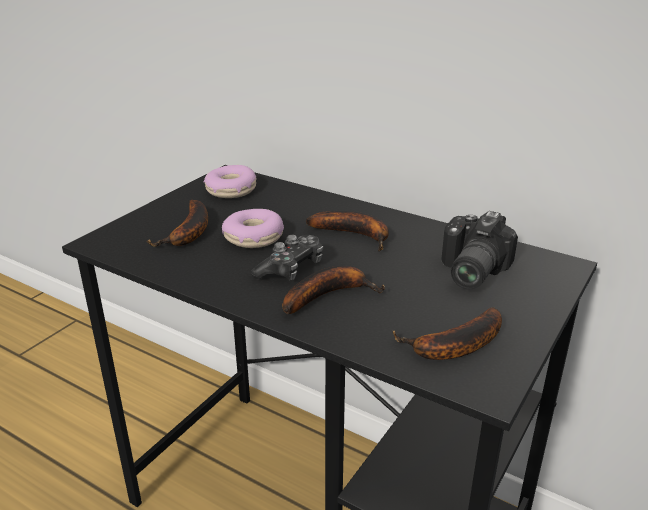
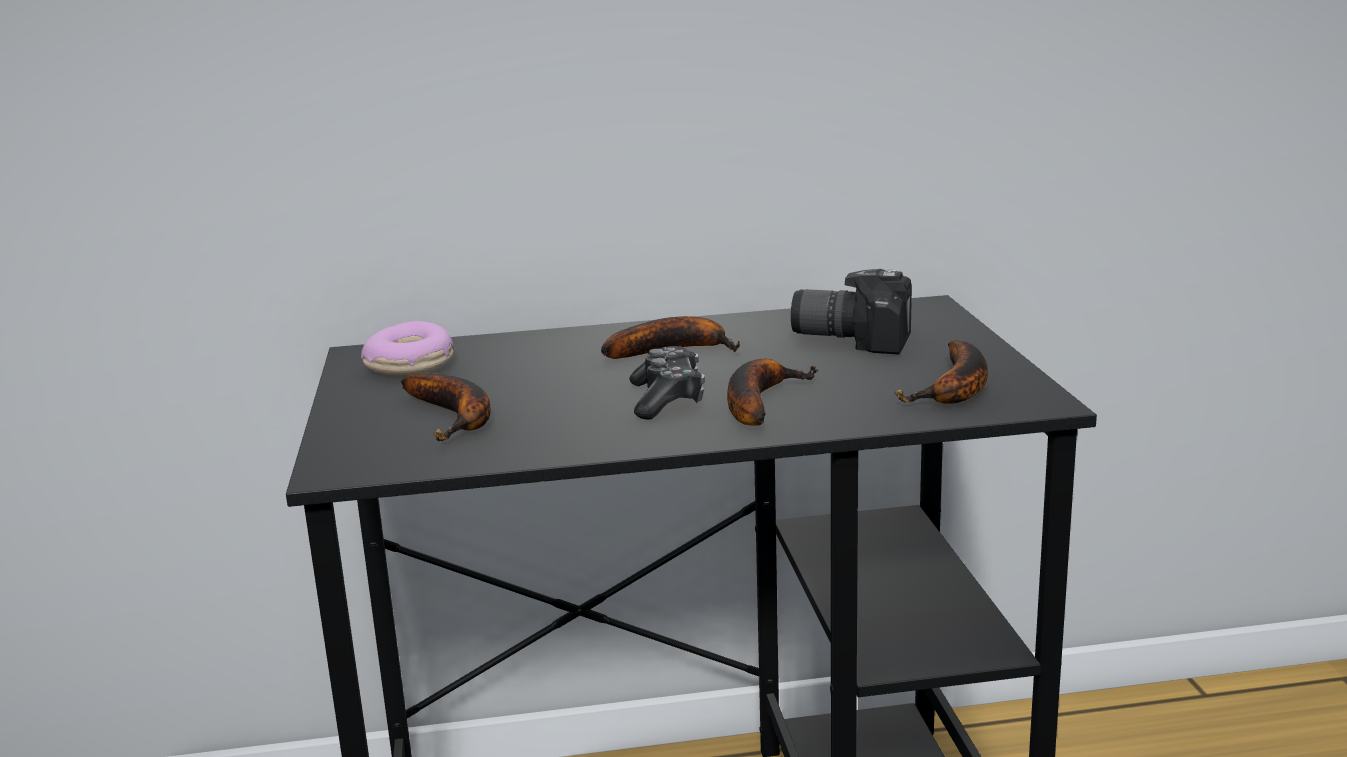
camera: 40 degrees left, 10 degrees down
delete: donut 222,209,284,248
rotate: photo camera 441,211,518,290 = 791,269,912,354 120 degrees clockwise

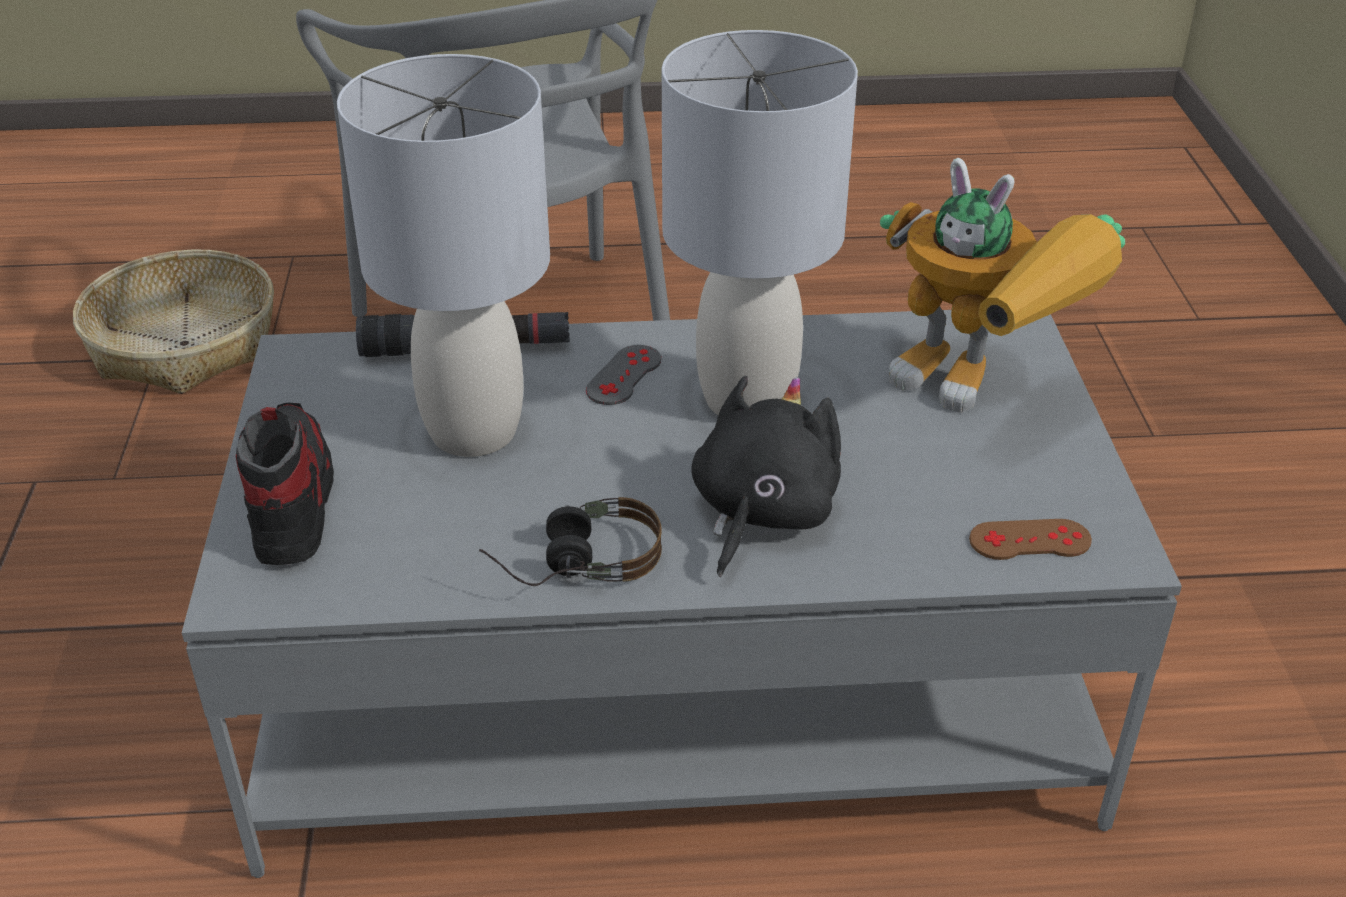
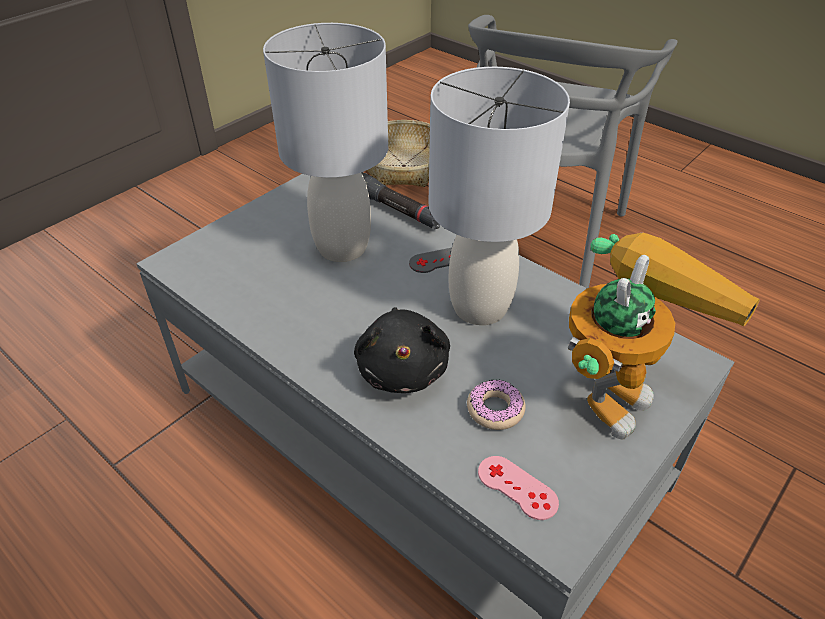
camera: 45 degrees right, 5 degrees up
delete: shoe 236,403,334,565; headphones 479,497,662,586
insert: donut 467,379,526,430
recolor: brown game controller 969,519,1092,560 to pink game controller 478,456,559,520
rotate: black plush toy 691,376,841,577 = 354,307,450,393 105 degrees clockwise; toy robot 880,158,1125,413 = 568,233,760,440 135 degrees counterclockwise

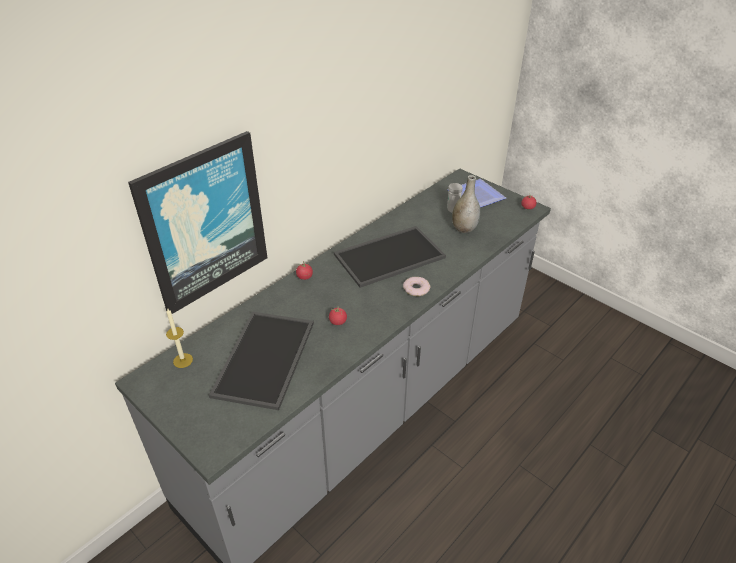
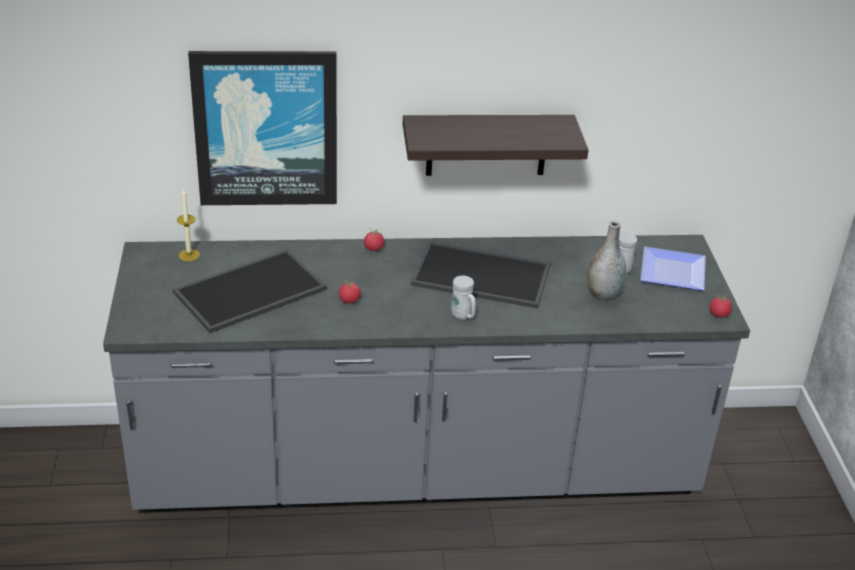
camera: 40 degrees right, 5 degrees down
insert: shelf 403,115,589,176
replace: donut 403,277,430,296 to white mug 451,275,476,320

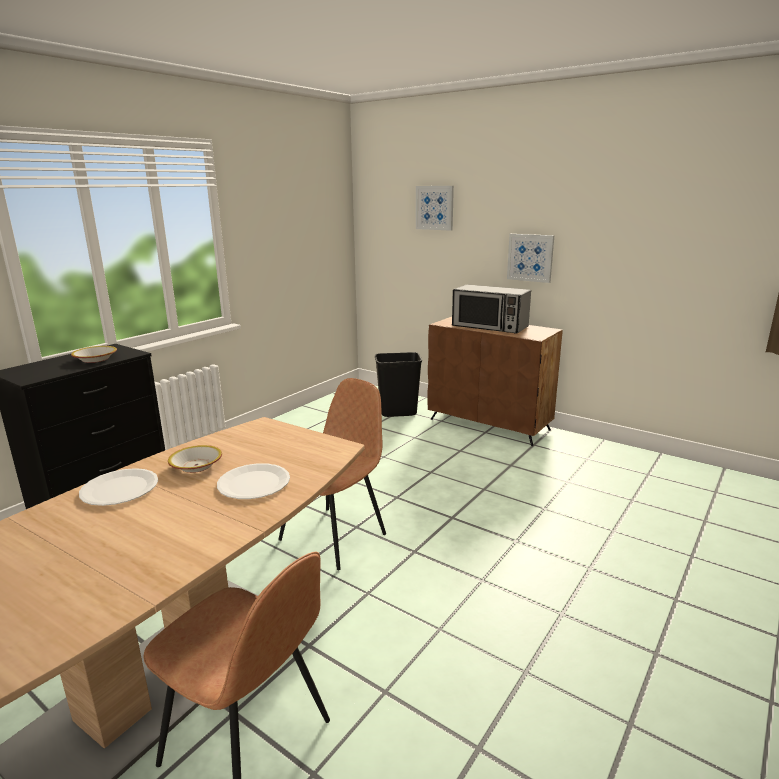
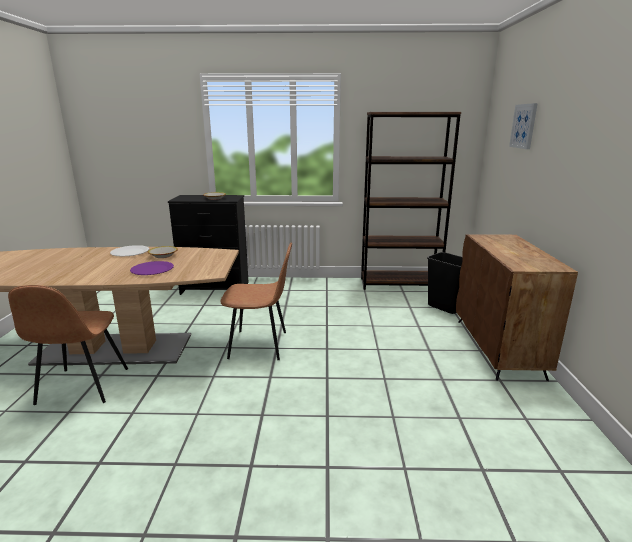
camera: 55 degrees right, 0 degrees up
delete: microwave 452,285,531,334; picture 507,234,554,283
insert: brown bookcase 361,112,461,290
recolor: white plate 217,463,290,499 to purple plate 130,261,174,275

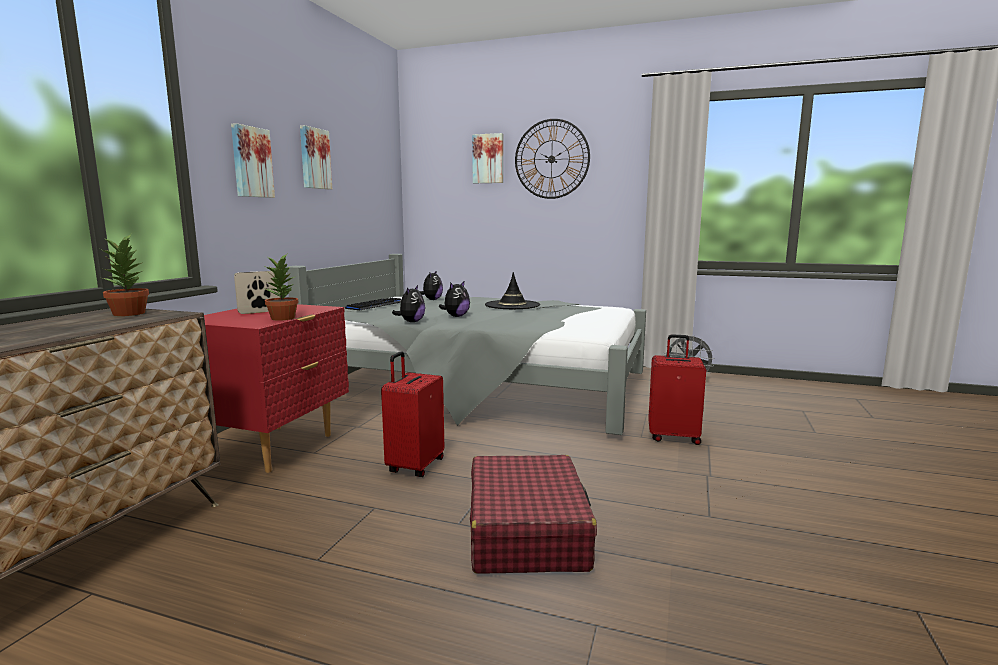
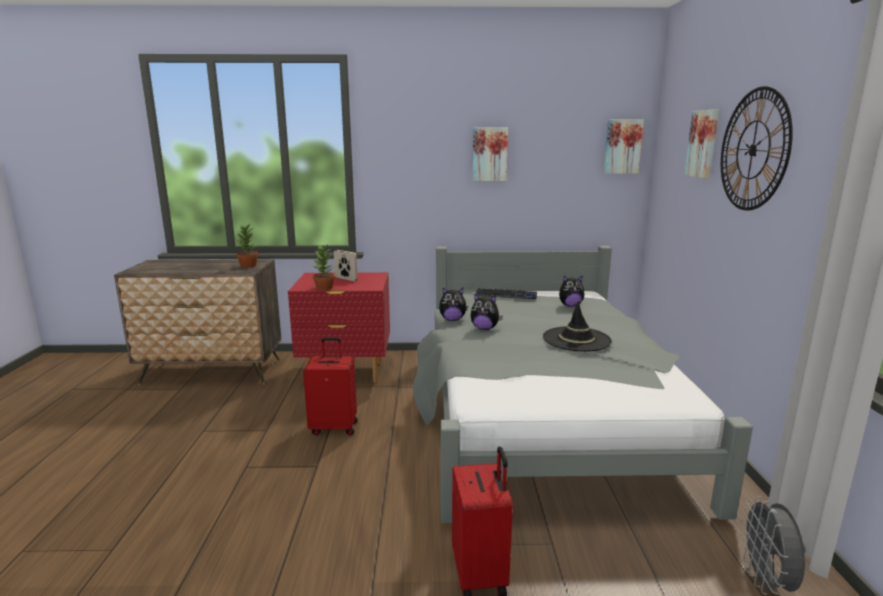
camera: 70 degrees right, 5 degrees up
delete: red suitcase 470,455,597,574
move: picture 231,123,275,198 to 603,120,644,174

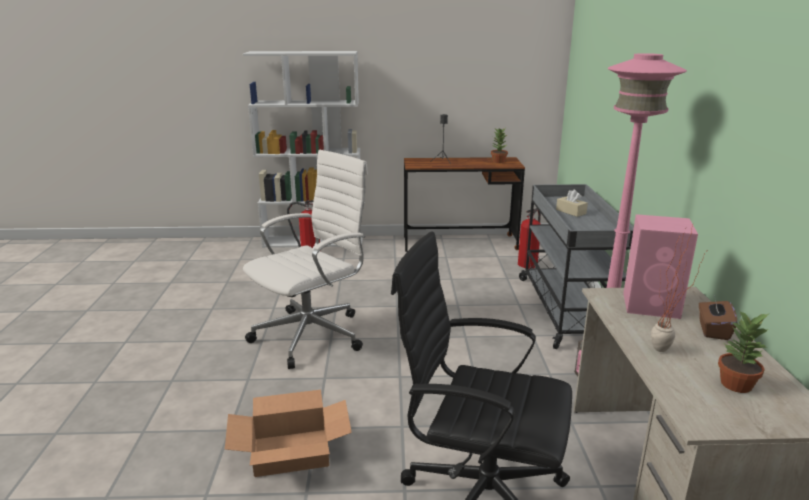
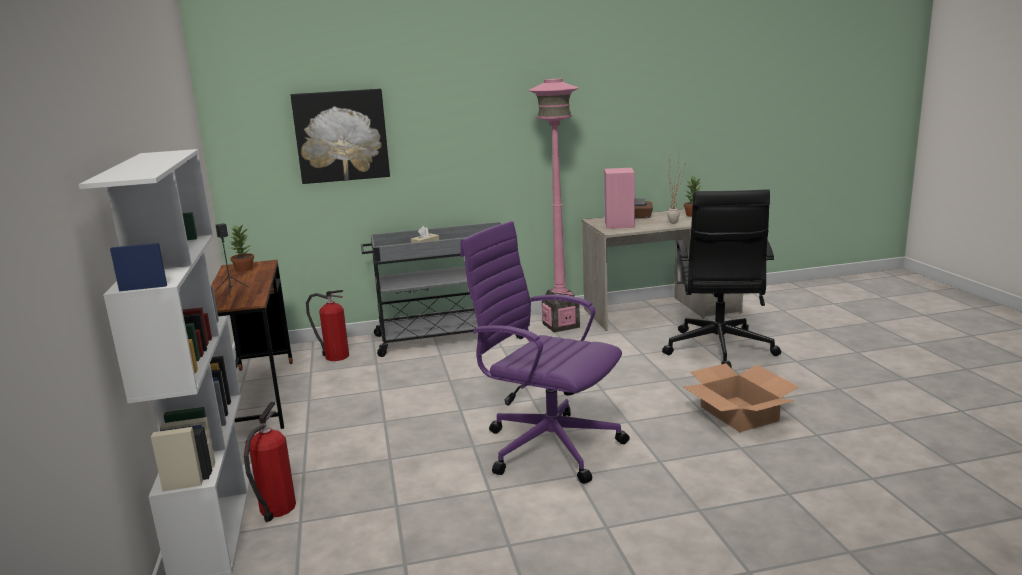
camera: 100 degrees left, 5 degrees down
insert: picture 290,89,390,184
recolor: white office chair 243,150,368,369 to purple office chair 460,221,630,484

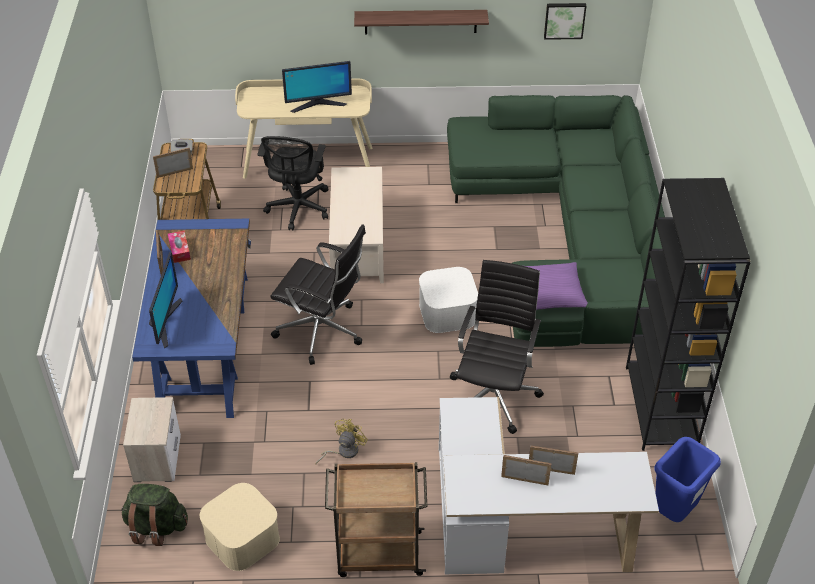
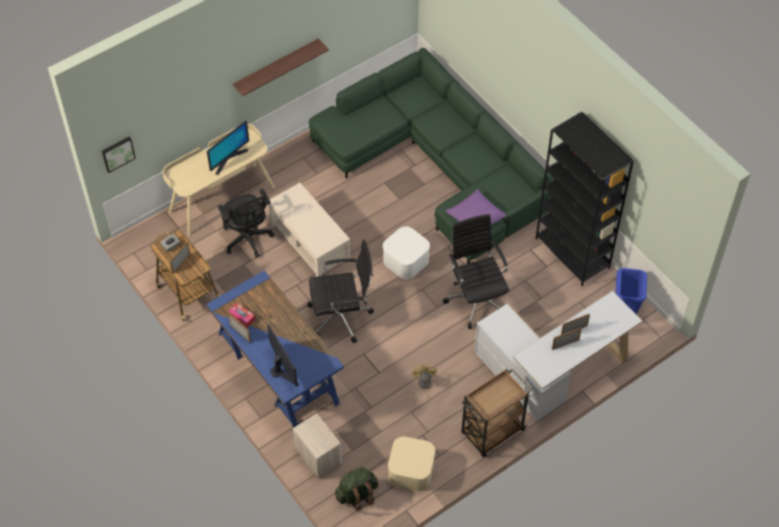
camera: 35 degrees left, 10 degrees up
move: picture 544,3,586,40 to 102,137,136,173

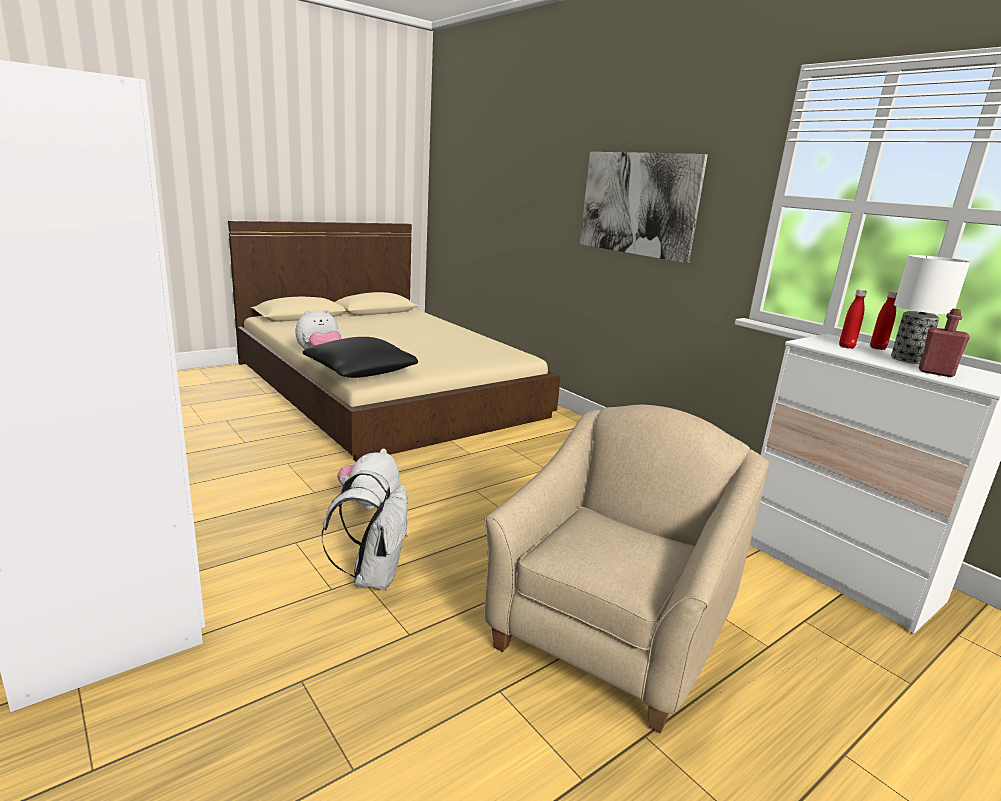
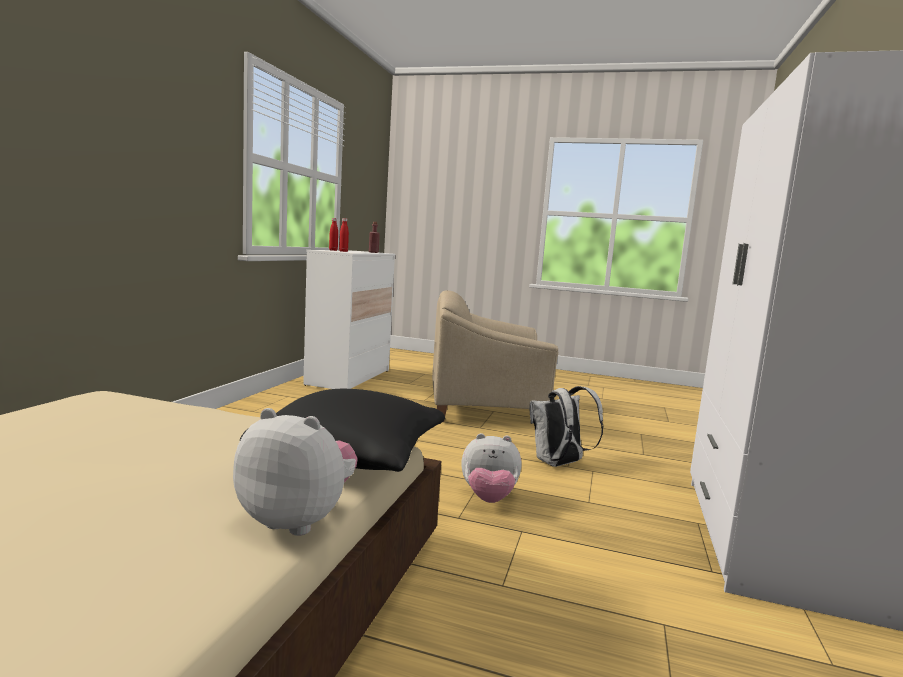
camera: 125 degrees left, 10 degrees down
delete: picture 580,152,708,263; table lamp 891,255,970,364

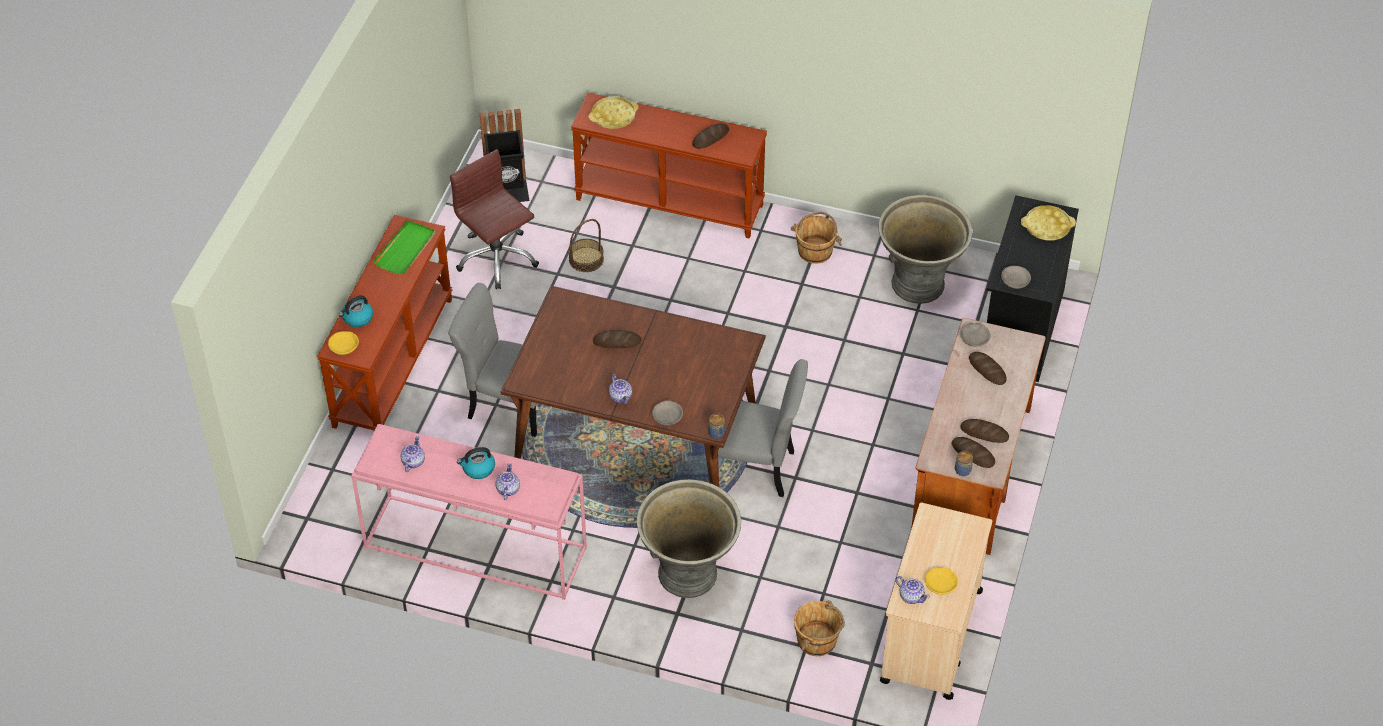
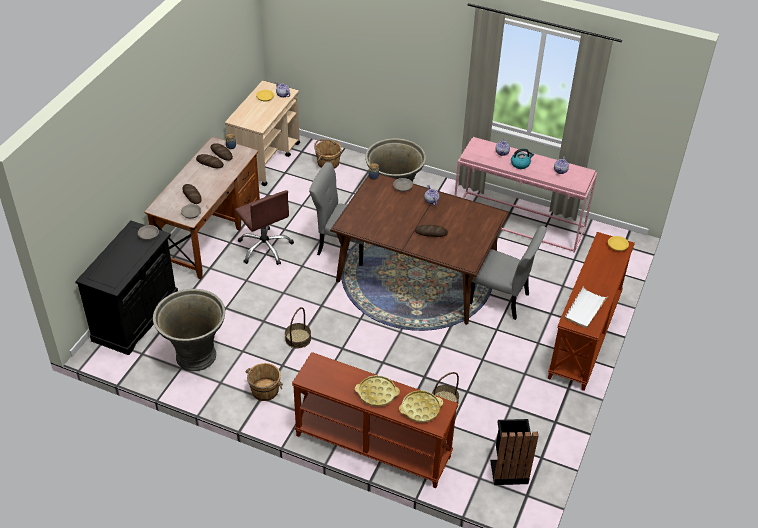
camera: 175 degrees left, 5 degrees down
delete: kettle 339,295,373,327; bread 692,123,729,149
insert: basket 285,307,311,348
move: brown office chair 450,149,539,289 to 235,190,294,265; yellow tray 1021,205,1076,240 to 355,375,400,407
recolor: green tray 373,220,436,274 to white tray 565,286,608,328

